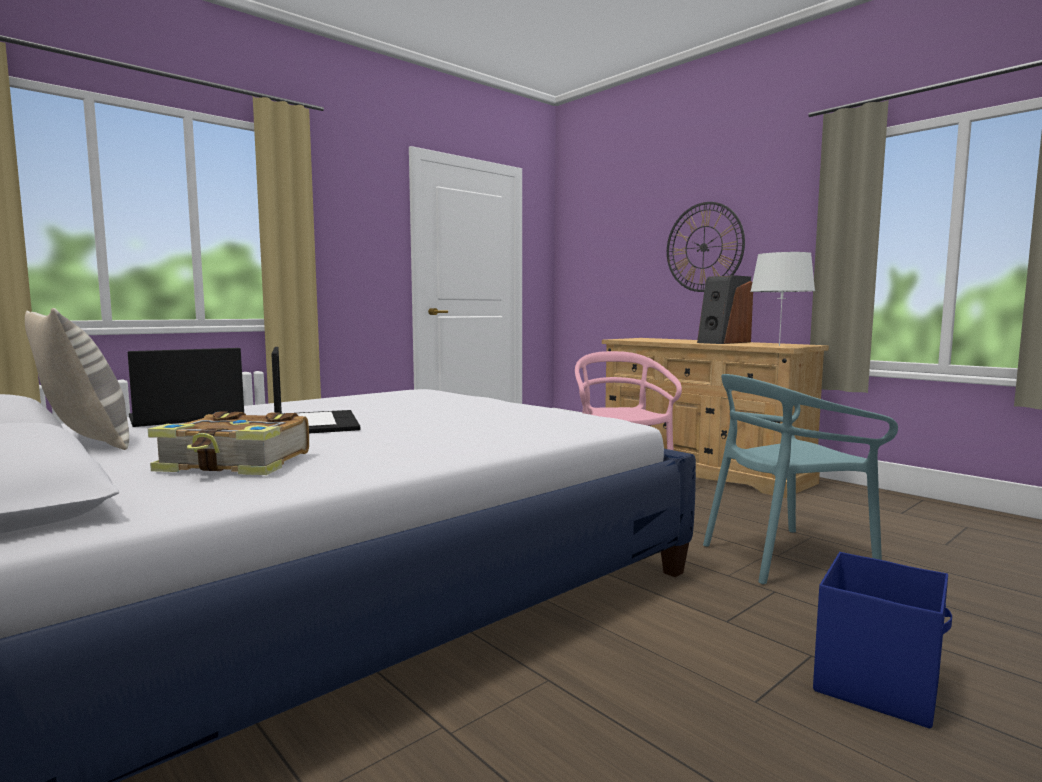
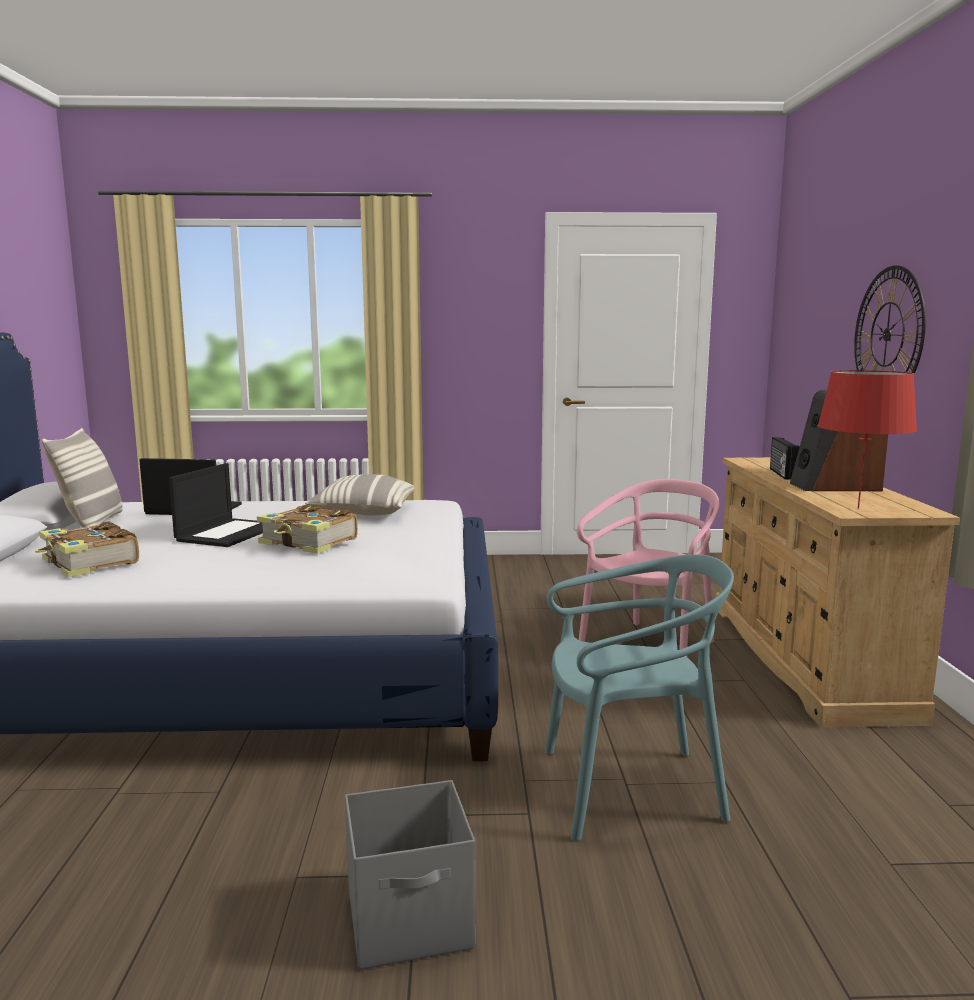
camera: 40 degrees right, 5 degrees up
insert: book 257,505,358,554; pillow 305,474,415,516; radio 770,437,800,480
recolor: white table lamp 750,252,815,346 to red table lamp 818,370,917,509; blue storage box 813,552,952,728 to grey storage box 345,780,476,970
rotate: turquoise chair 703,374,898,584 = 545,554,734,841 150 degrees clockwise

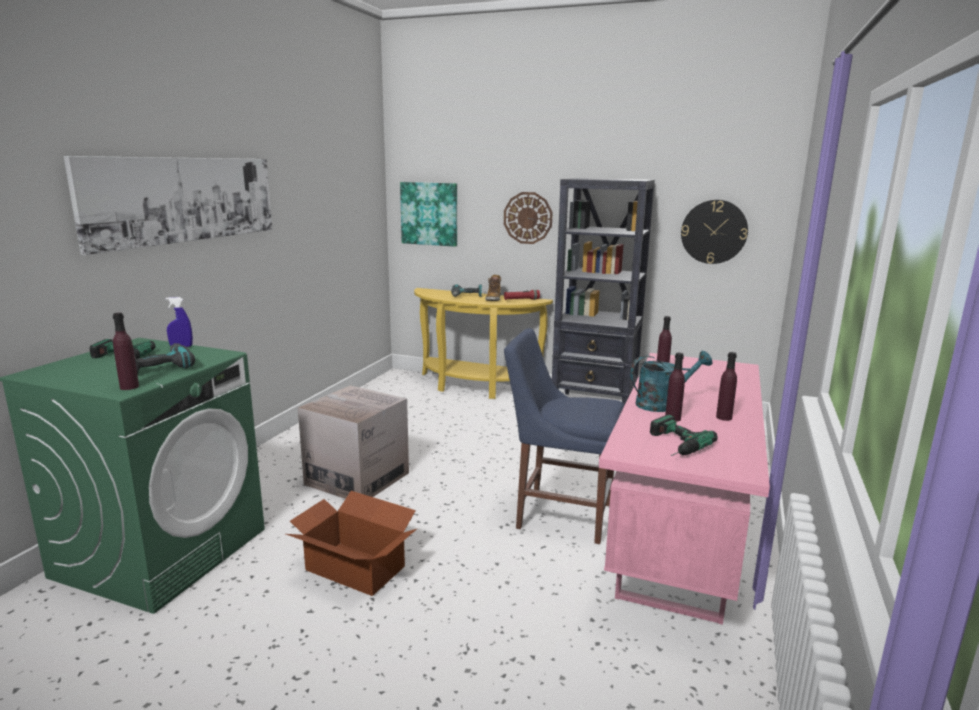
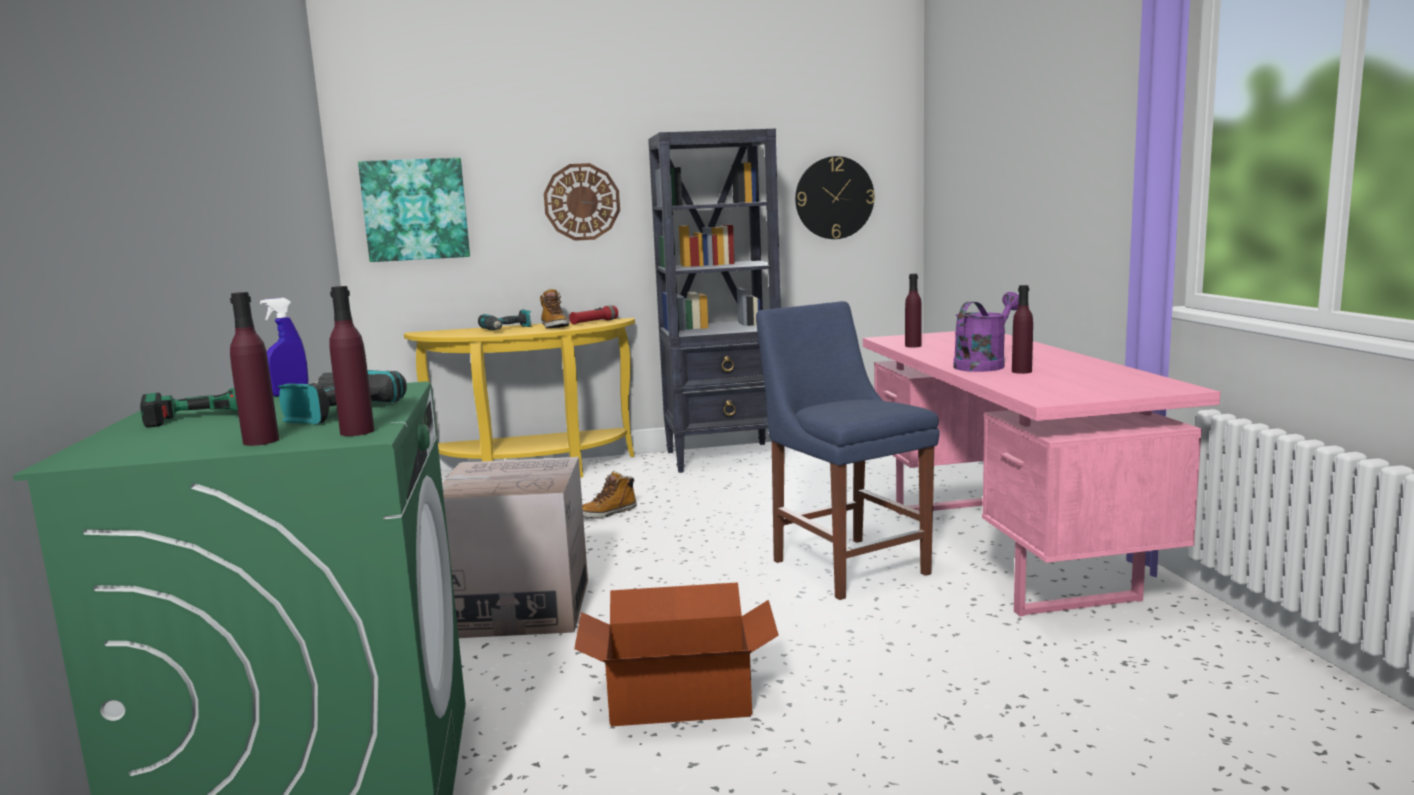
camera: 30 degrees left, 5 degrees down
delete: picture 64,156,272,255; power drill 650,415,717,456
insert: boot 582,470,637,519
move: purple bottle 716,352,737,421 to 230,292,279,446
recolor: turquoise watering can 630,351,713,412 to purple watering can 953,292,1019,372
rotate: blue chair 504,328,624,544 = 756,301,940,600 75 degrees clockwise

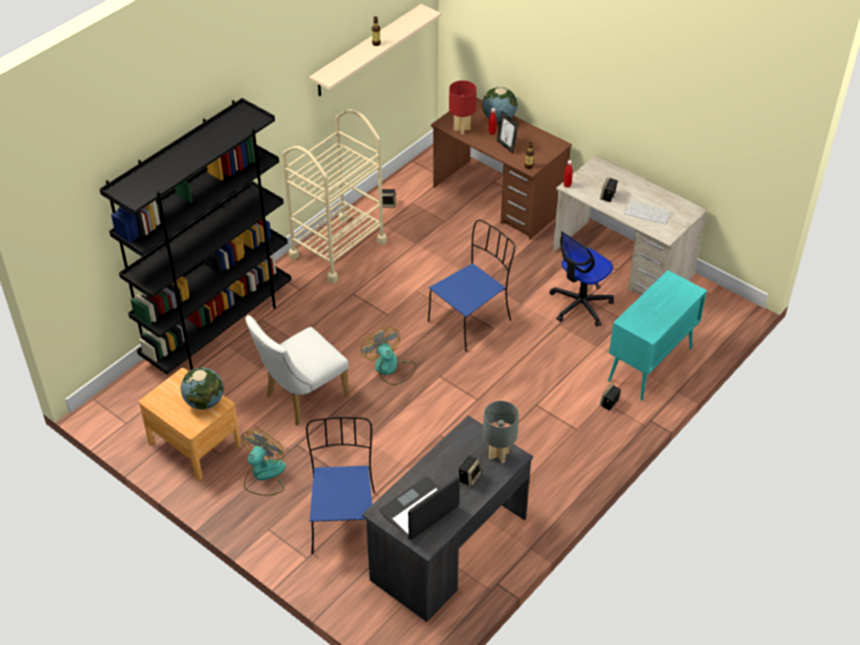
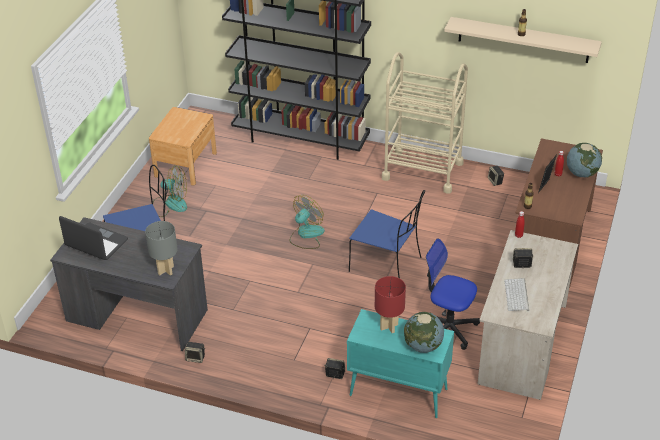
camera: 70 degrees right, 5 degrees down
delete: white chair 245,315,349,426
move: globe 180,367,224,410 to 404,312,444,353; red table lamp 449,80,477,135 to 375,276,406,333; speaker 459,455,481,487 to 185,342,205,363

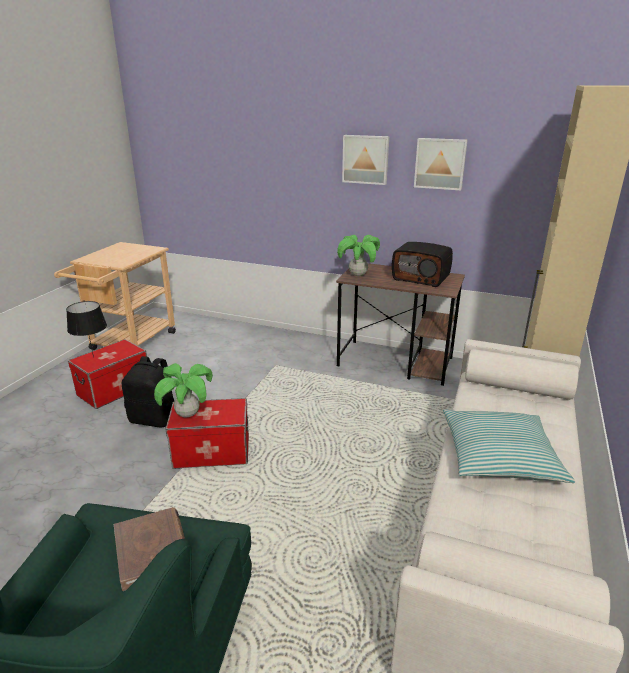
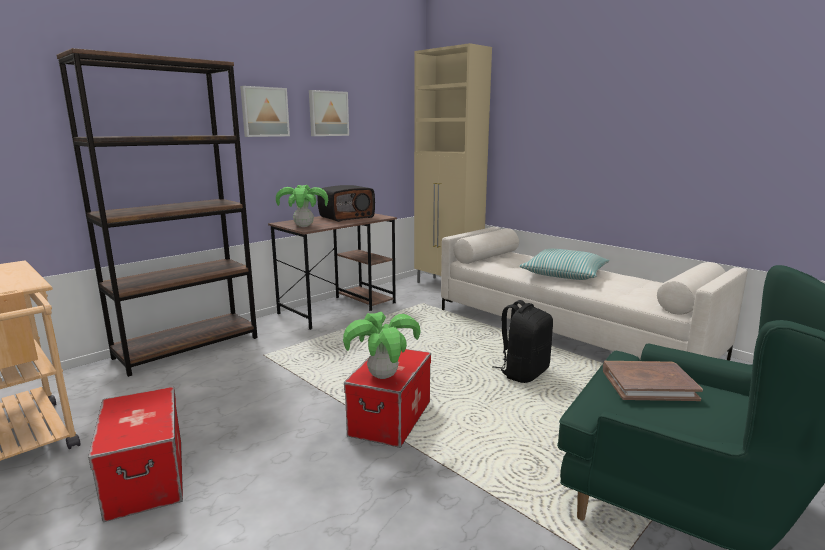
camera: 65 degrees left, 10 degrees down
delete: black table lamp 66,301,107,357
insert: brown bookcase 57,48,258,377
move: black backpack 122,356,174,428 to 492,300,553,383

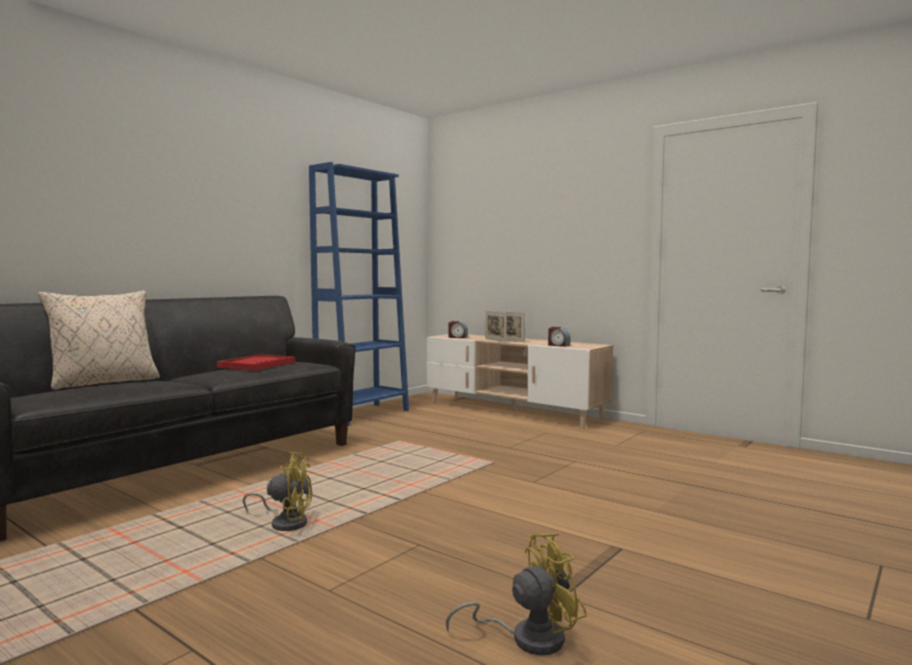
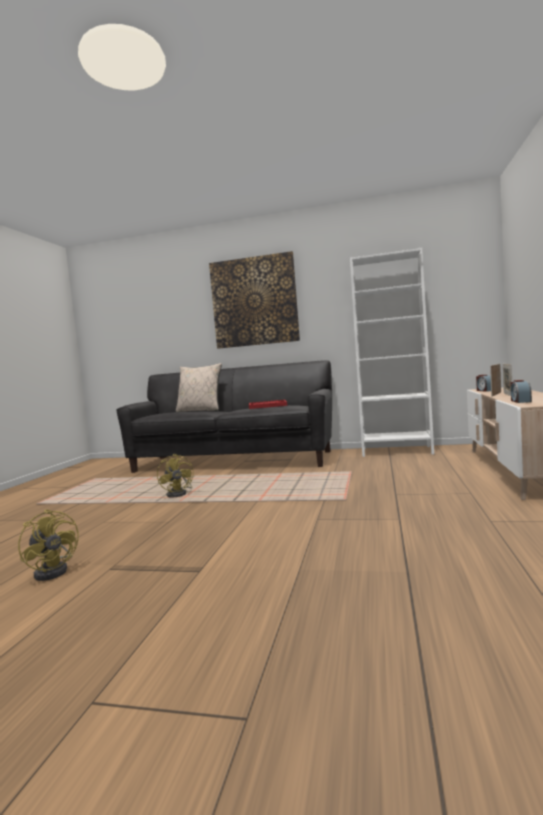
camera: 65 degrees right, 0 degrees up
insert: picture 209,251,300,349
recolor: blue bookcase 309,162,409,426 to white bookcase 350,248,434,457

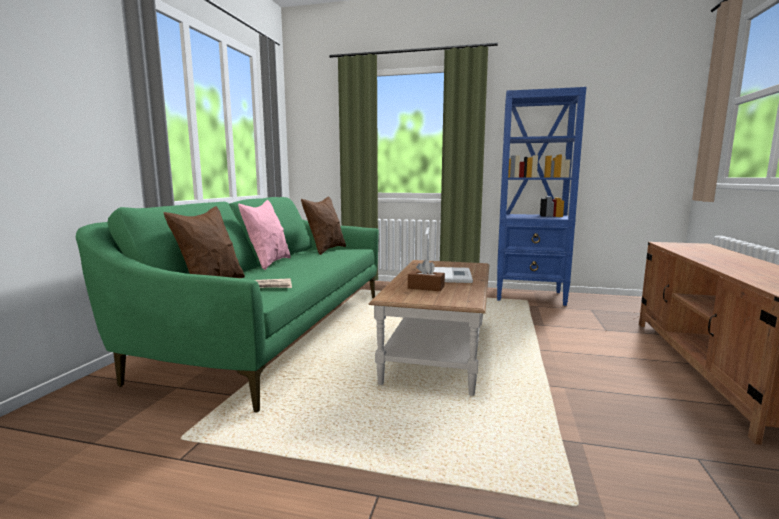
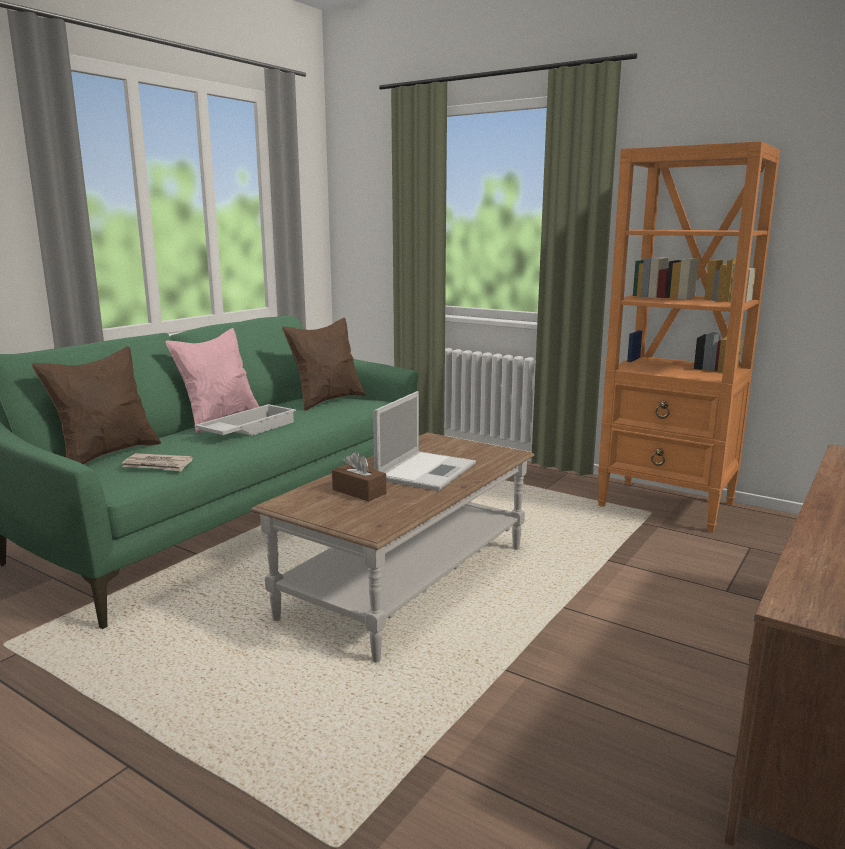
camera: 20 degrees right, 5 degrees up
insert: white tray 194,404,296,436
recolor: blue bookcase 497,87,586,306 to orange bookcase 597,141,780,533

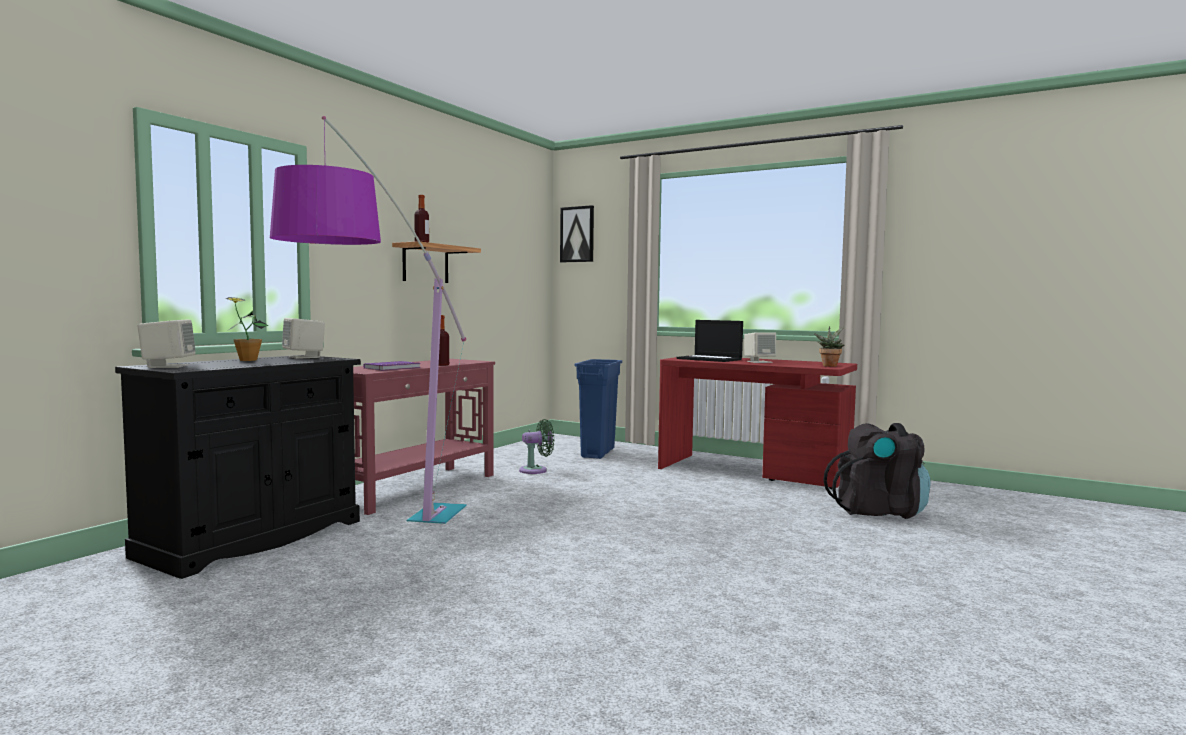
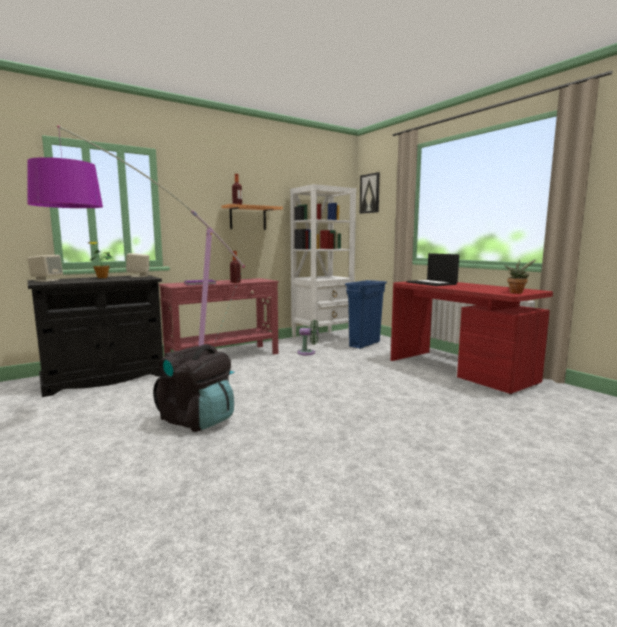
camera: 25 degrees right, 5 degrees up
delete: beige speaker 744,332,776,363
insert: white bookcase 290,184,356,345
move: black backpack 823,423,931,519 to 153,344,234,432

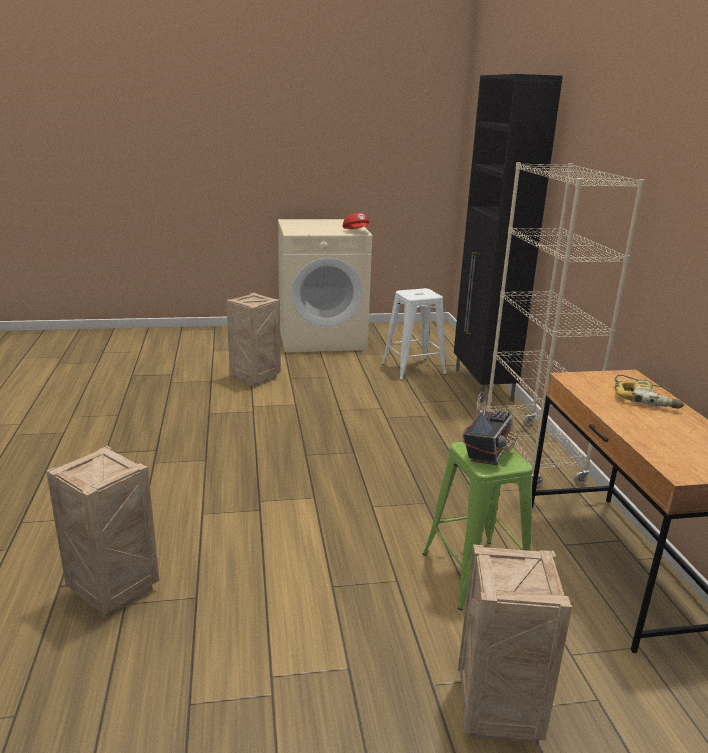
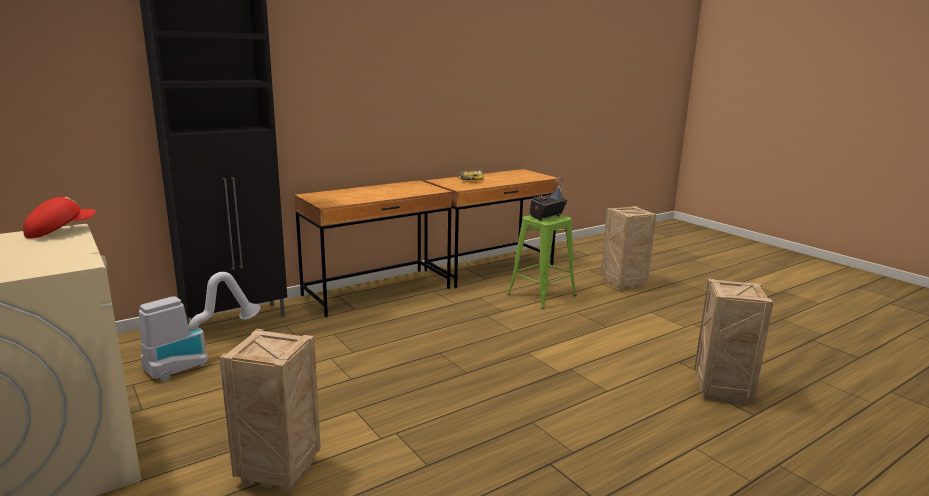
camera: 115 degrees left, 5 degrees down
replace: white stool 382,288,447,381 to vacuum cleaner 139,272,260,381; beige bookcase 486,162,645,487 to brown desk 294,180,452,317
rotate: radio 463,391,518,465 = 529,176,567,221 45 degrees counterclockwise

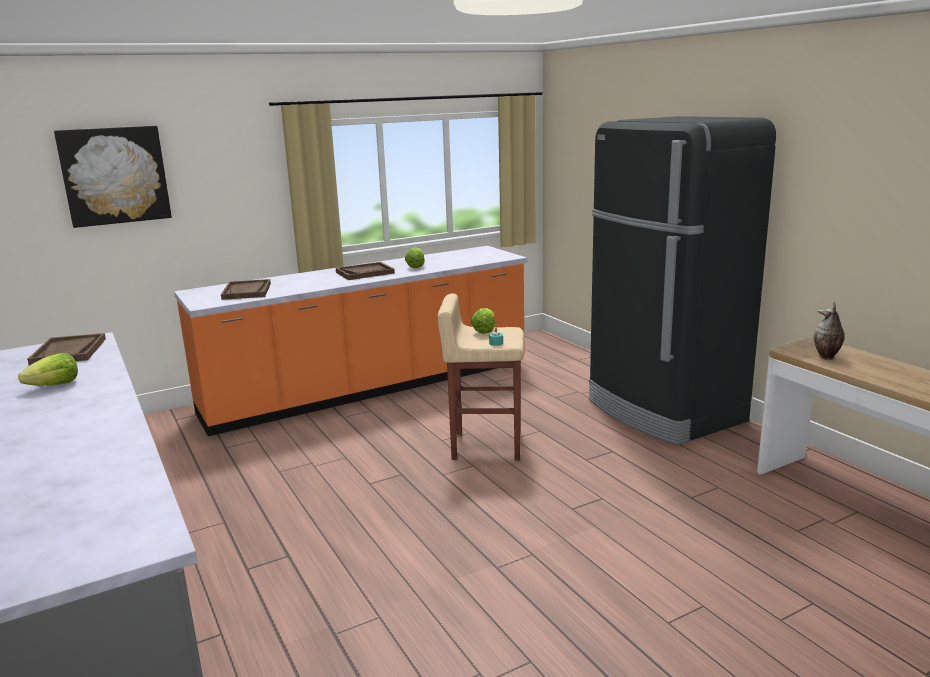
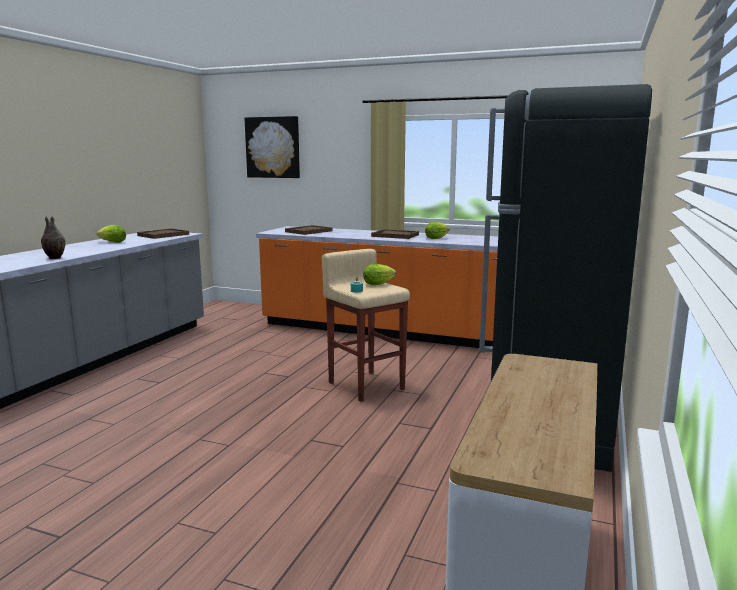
camera: 50 degrees right, 5 degrees down
move: vase 813,302,845,360 to 41,216,65,259

